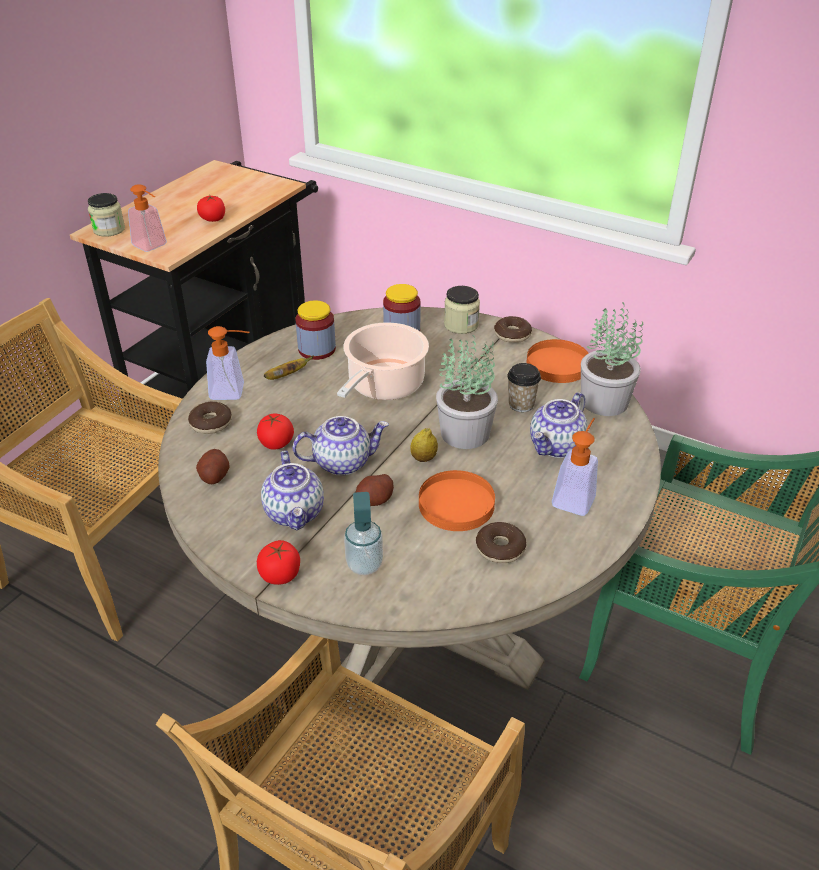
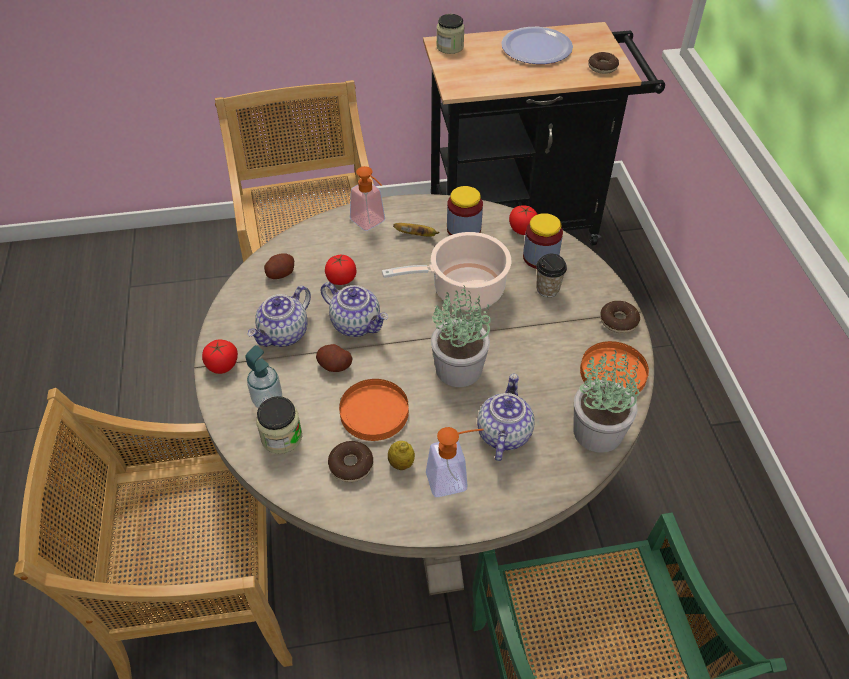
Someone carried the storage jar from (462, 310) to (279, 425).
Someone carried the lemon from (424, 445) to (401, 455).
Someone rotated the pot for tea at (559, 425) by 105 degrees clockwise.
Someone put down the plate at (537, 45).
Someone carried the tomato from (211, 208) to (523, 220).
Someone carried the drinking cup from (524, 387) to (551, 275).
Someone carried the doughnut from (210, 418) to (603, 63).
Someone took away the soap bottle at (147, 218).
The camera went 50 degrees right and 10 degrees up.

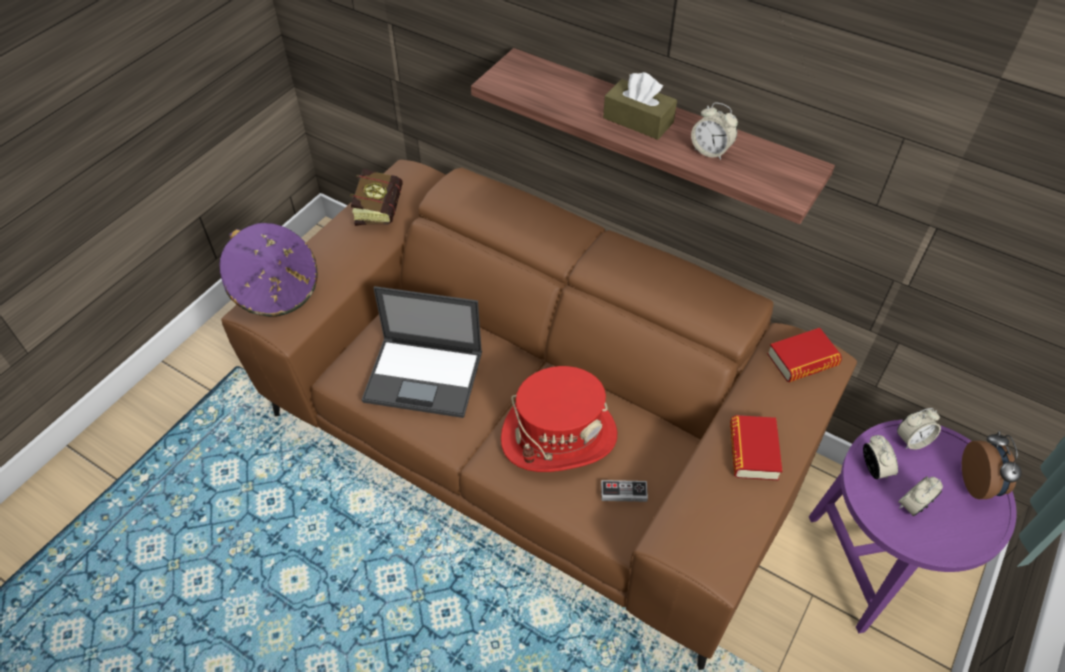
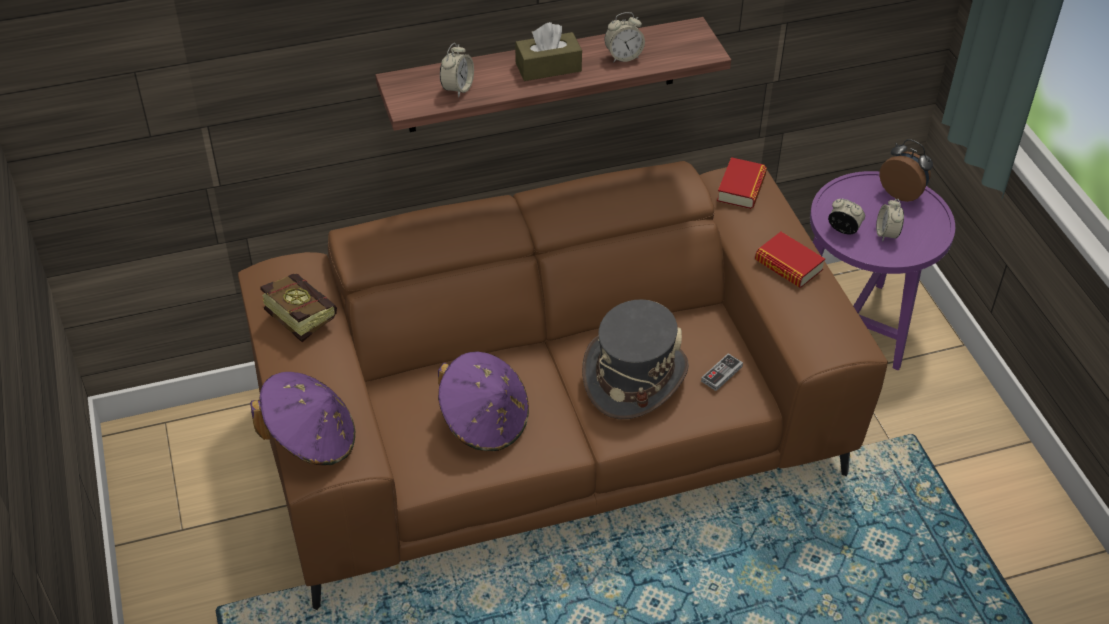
Someone swapped the notebook computer at (422, 352) for the clothing hat in purple at (483, 401).
Someone carried the alarm clock from (919, 429) to (457, 70).
Someone repainted the clothing hat in reddish at (559, 419), which became the clothing hat in gray at (635, 359).
The camera went 50 degrees left and 5 degrees down.

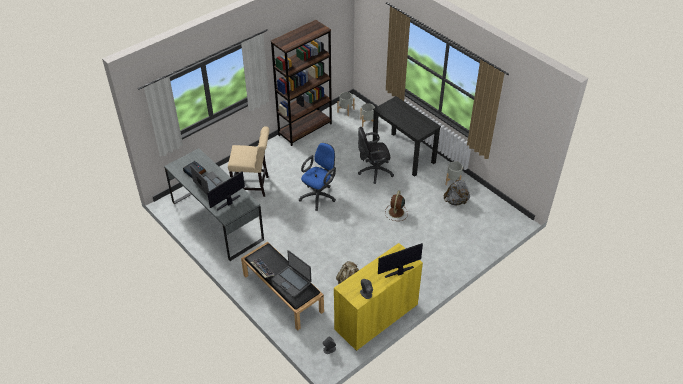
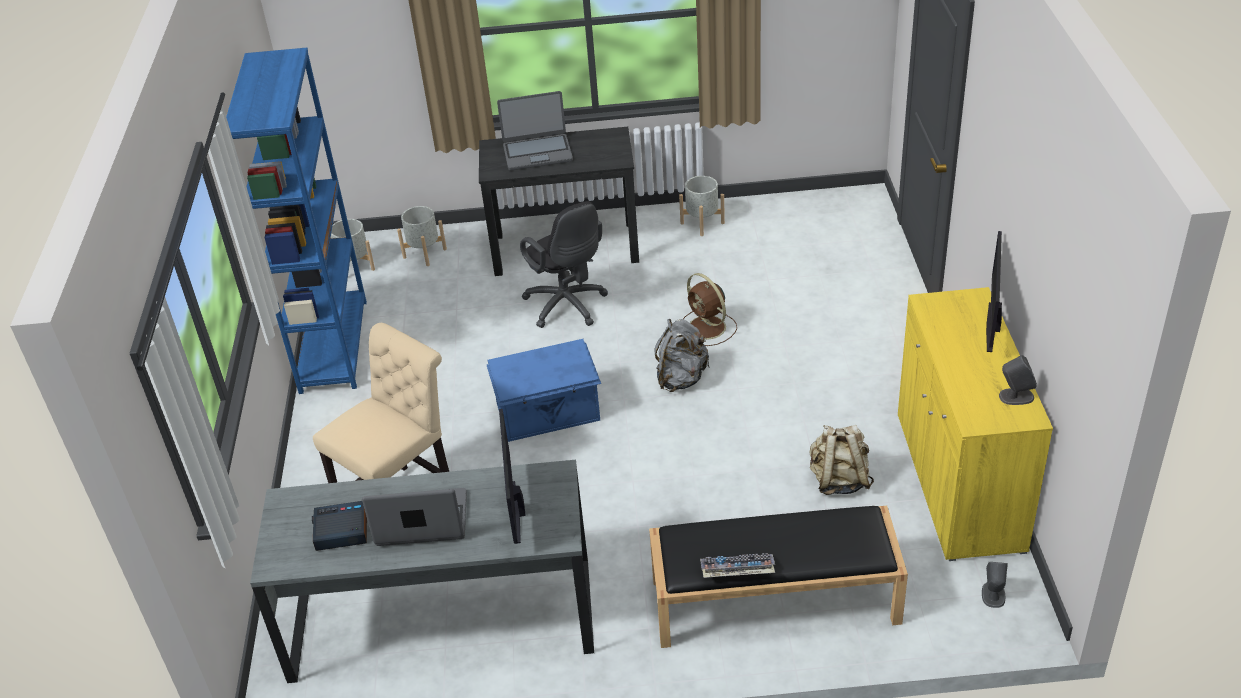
Someone repainted the shelving unit in brownish at (301, 83), which became the shelving unit in blue at (296, 221).
Someone swapped the office chair in blue at (317, 177) for the storage container in blue at (544, 390).
Someone carried the notebook computer from (291, 273) to (535, 131).
Someone rotated the office chair in black at (376, 155) by 60 degrees counterclockwise.
Someone carried the knapsack in gray from (457, 191) to (681, 355).
The camera went 50 degrees left and 5 degrees down.

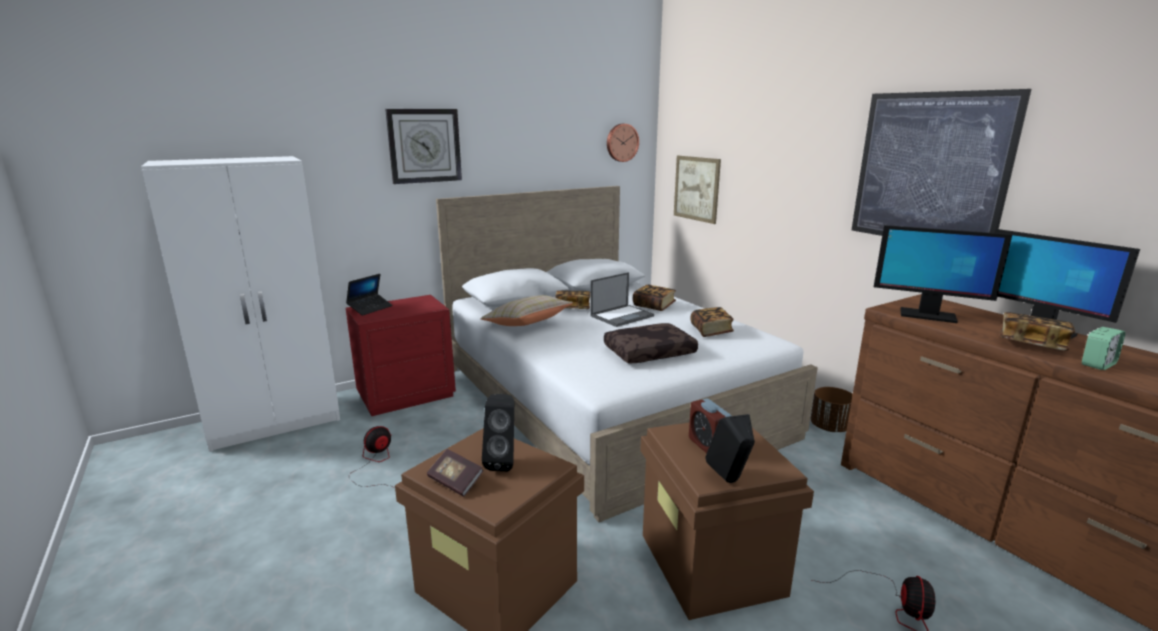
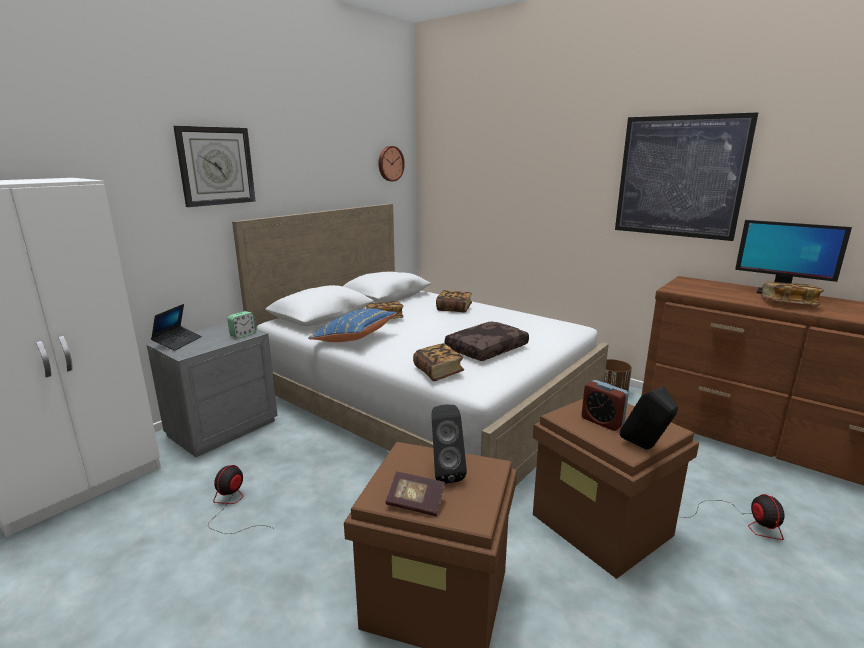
Someone repainted the night table in reddish at (401, 355), which became the night table in gray at (212, 390).
Someone carried the alarm clock from (1103, 348) to (242, 324).
Someone repainted the throw pillow in beige at (526, 310), which became the throw pillow in blue at (352, 325).
Someone carried the book from (712, 322) to (438, 362).
Someone took away the notebook computer at (622, 299).
Someone took away the wall art at (697, 190).
Someone took away the computer screen at (943, 274).
The camera went 20 degrees left and 0 degrees up.

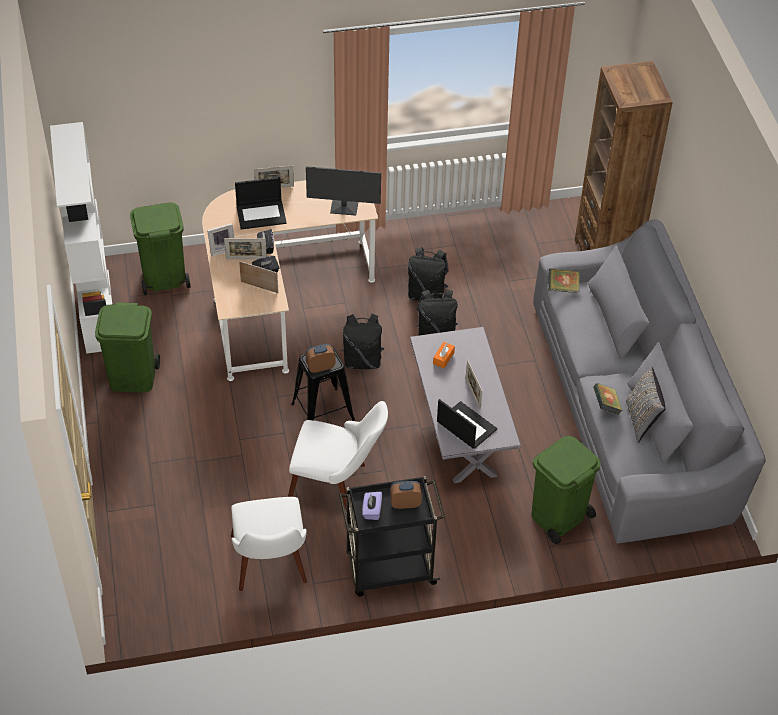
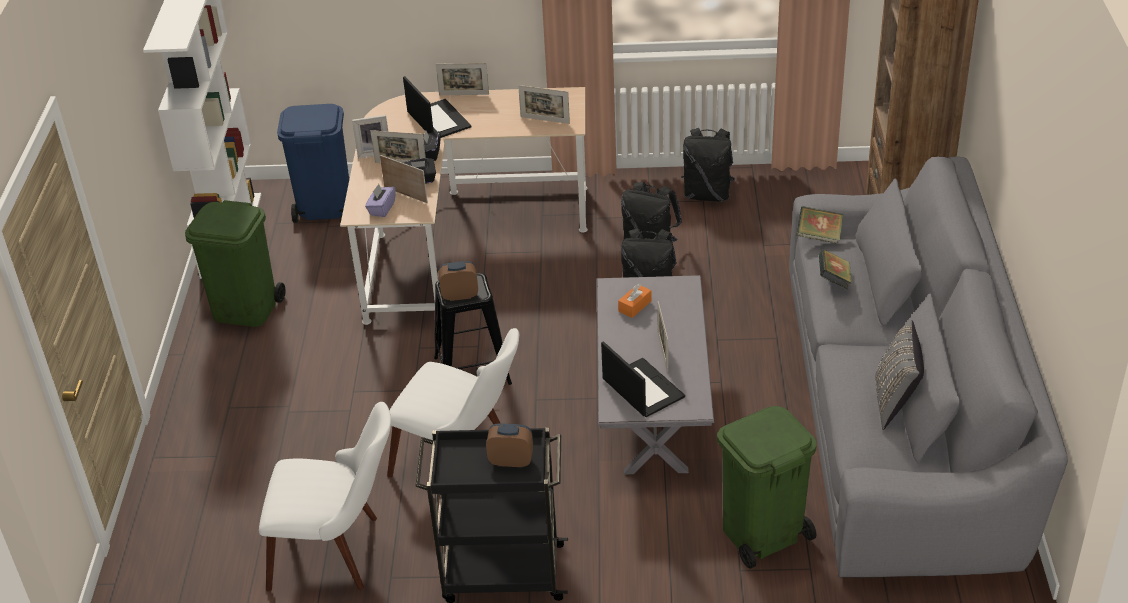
Someone rotated the chair in white-coloured at (269, 544) by 90 degrees counterclockwise.
Someone repainted the waste bin in greenish at (160, 249), which became the waste bin in blue at (313, 163).
Someone carried the box of tissues in purple from (372, 506) to (380, 200).
Someone rotated the notebook computer at (261, 203) by 120 degrees counterclockwise.
Someone swapped the computer screen at (343, 191) for the picture frame at (544, 104).
Someone carried the knapsack in black from (363, 341) to (708, 165).
Someone carried the book from (607, 399) to (835, 269).
The camera went 15 degrees right and 10 degrees down.

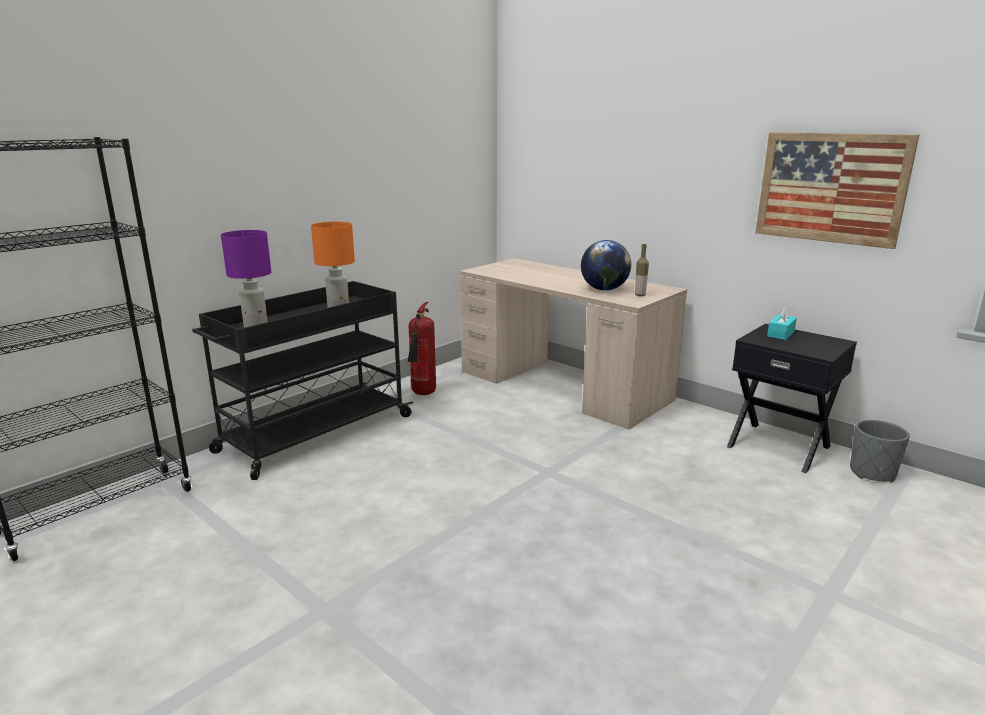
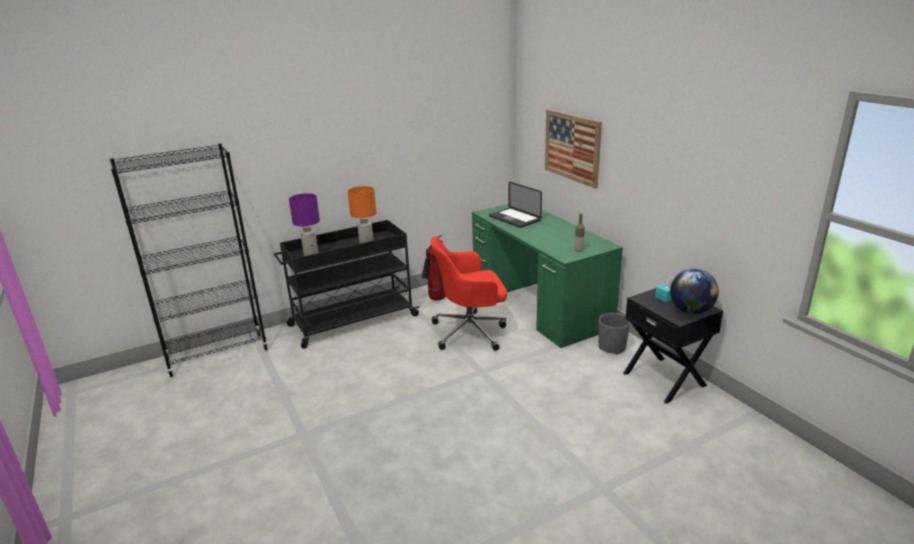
Someone put down the office chair in reddish at (469, 293).
Someone repainted the desk table in beige at (573, 343), which became the desk table in greenish at (547, 276).
Someone put down the notebook computer at (515, 205).
Someone carried the wall art from (837, 190) to (573, 149).
Someone carried the planter in gray from (880, 451) to (614, 333).
Someone carried the globe from (606, 265) to (694, 291).
The camera went 20 degrees right and 5 degrees up.

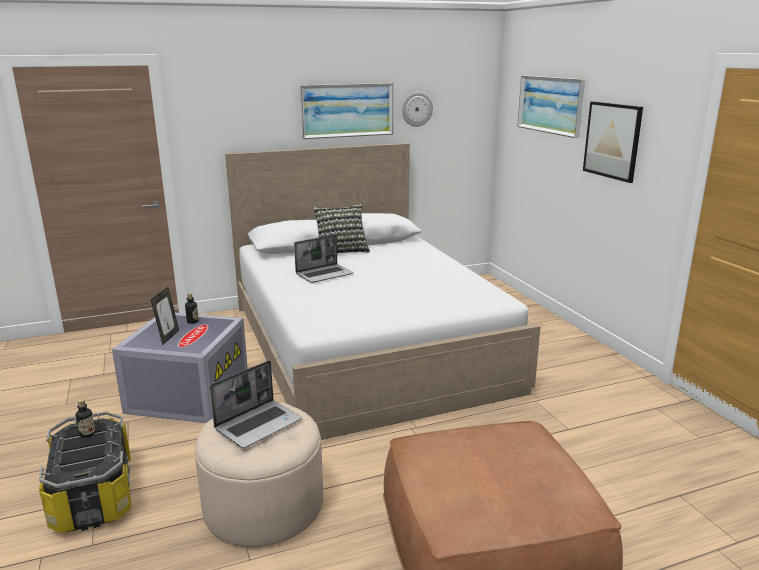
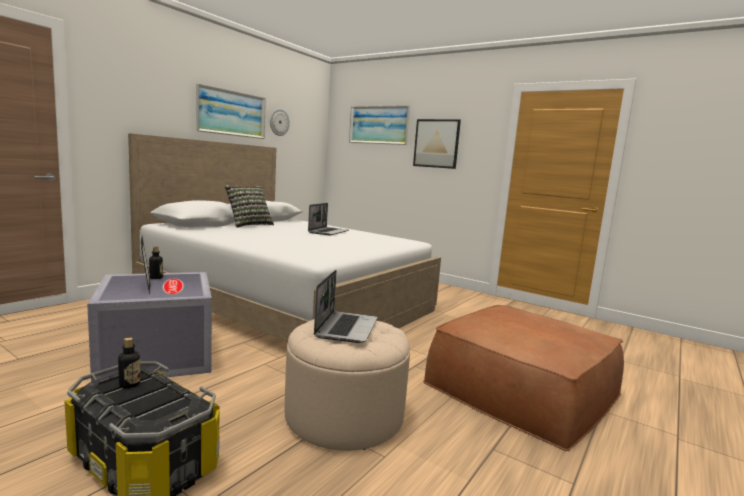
Someone carried the notebook computer from (323, 259) to (328, 219).
The camera went 35 degrees left and 10 degrees down.

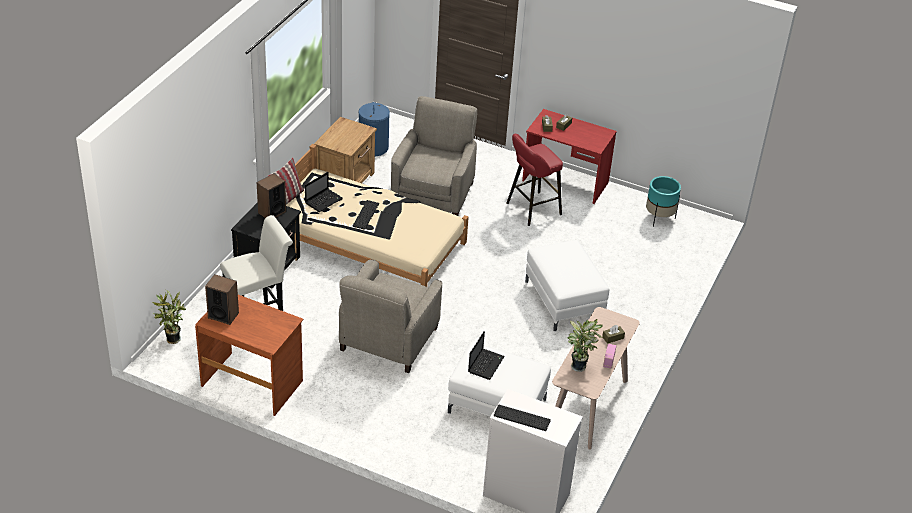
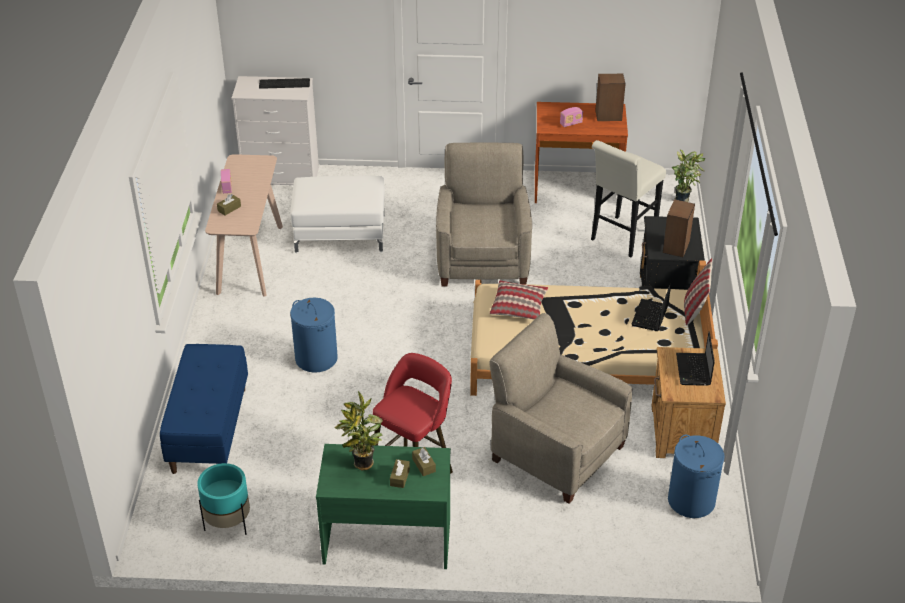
Someone put down the bench in blue at (204, 409).
Someone swapped the footrest in white-coloured at (567, 286) for the hamper in blue at (314, 335).
Someone repainted the desk table in reddish at (569, 156), which became the desk table in greenish at (383, 506).
Someone carried the houseplant from (586, 345) to (358, 431).
Someone rotated the easy chair in beige at (434, 156) by 135 degrees clockwise.
Someone put down the throw pillow at (519, 300).
Someone put down the radio receiver at (571, 117).
Someone carried the notebook computer from (486, 355) to (695, 358).
Someone took away the PC keyboard at (366, 215).
The camera went 160 degrees right and 0 degrees up.

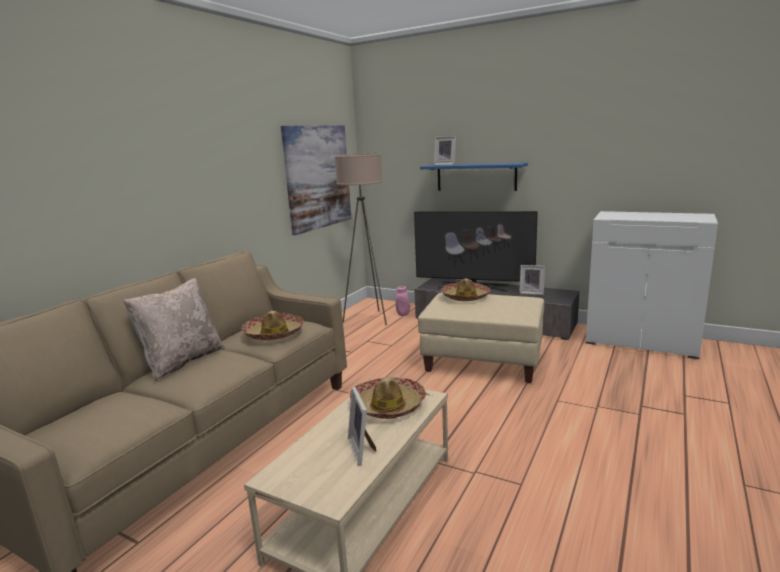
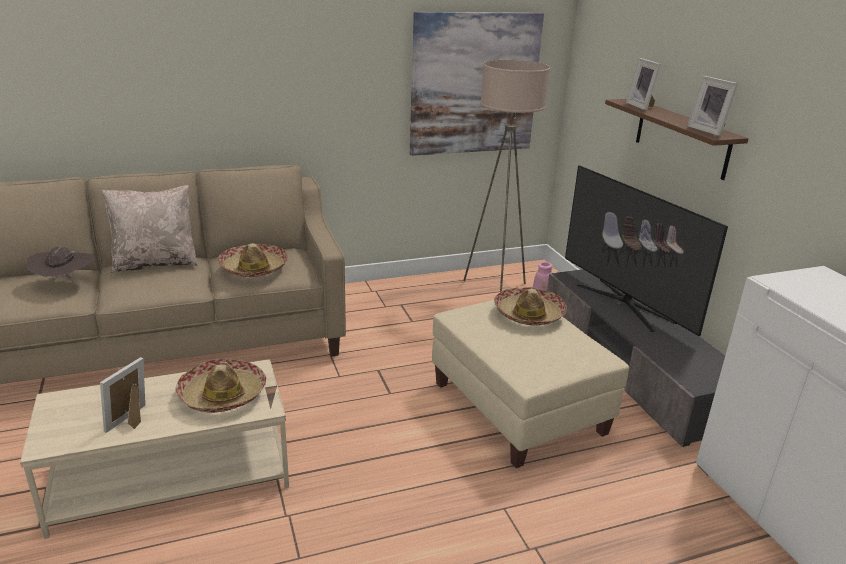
Someone put down the clothing hat in brownish at (60, 265).
Someone repainted the bracket shelf in blue at (474, 177), which became the bracket shelf in brownish at (677, 139).
Someone carried the picture frame from (532, 280) to (712, 106).
The camera went 40 degrees right and 10 degrees up.

